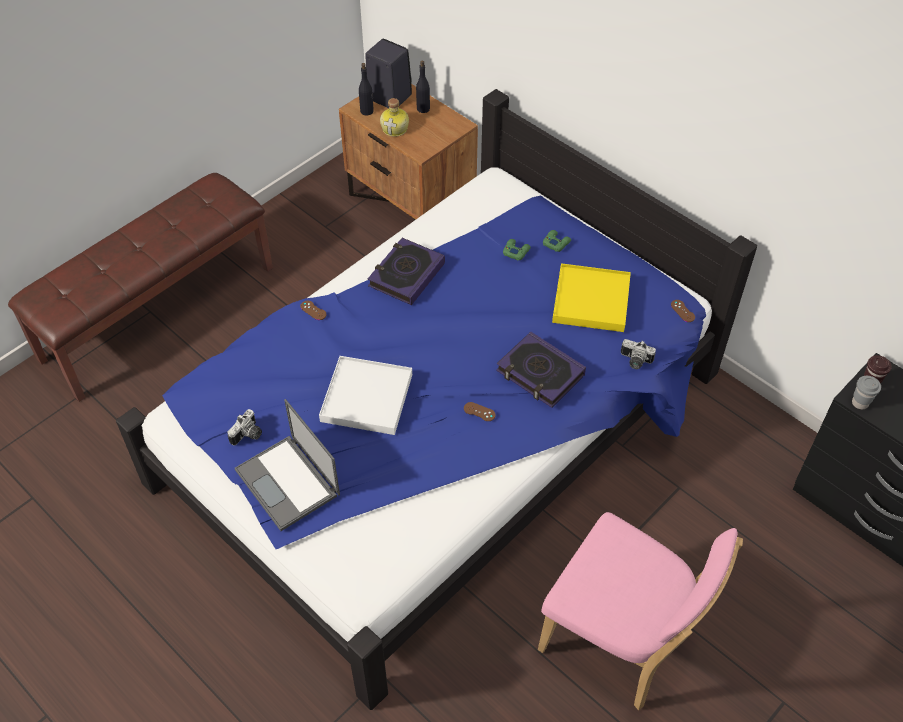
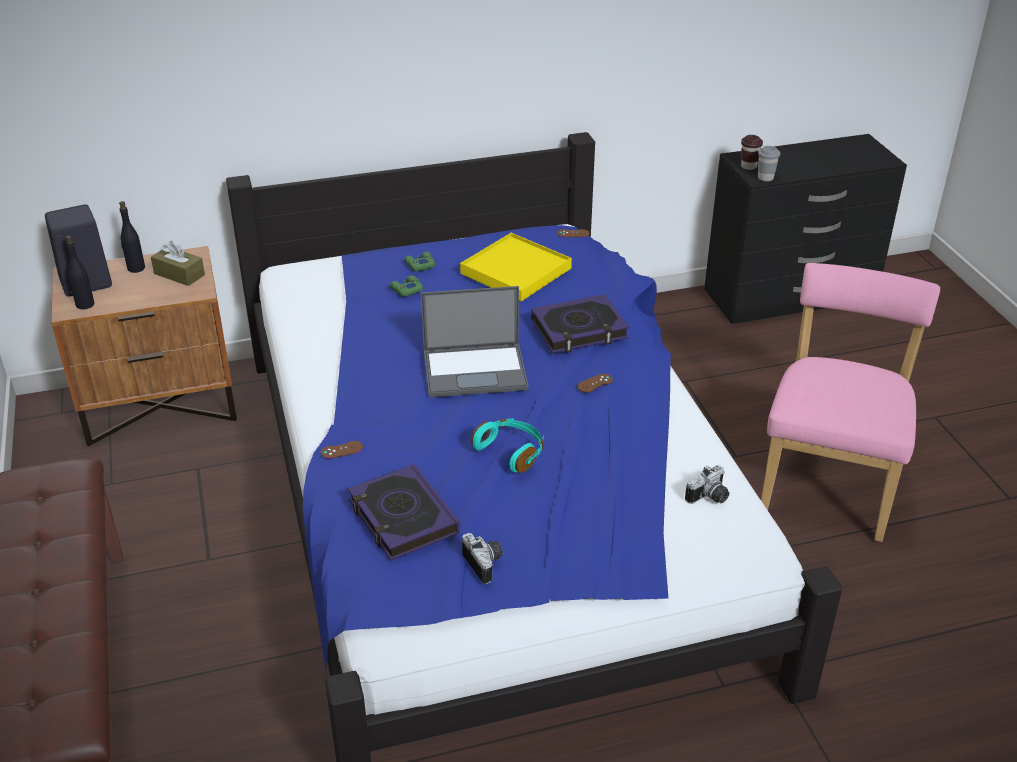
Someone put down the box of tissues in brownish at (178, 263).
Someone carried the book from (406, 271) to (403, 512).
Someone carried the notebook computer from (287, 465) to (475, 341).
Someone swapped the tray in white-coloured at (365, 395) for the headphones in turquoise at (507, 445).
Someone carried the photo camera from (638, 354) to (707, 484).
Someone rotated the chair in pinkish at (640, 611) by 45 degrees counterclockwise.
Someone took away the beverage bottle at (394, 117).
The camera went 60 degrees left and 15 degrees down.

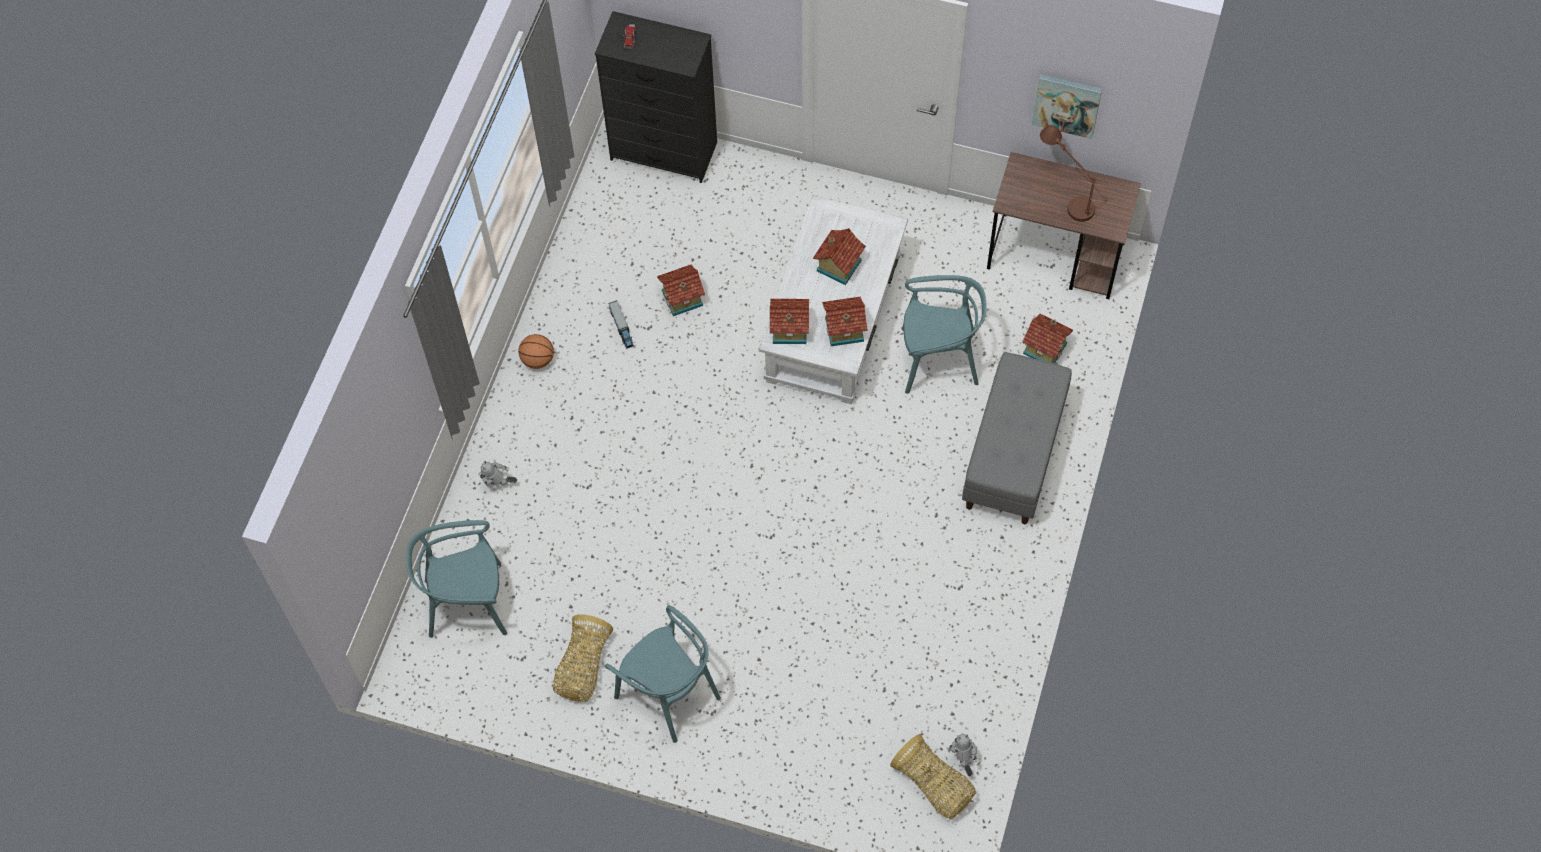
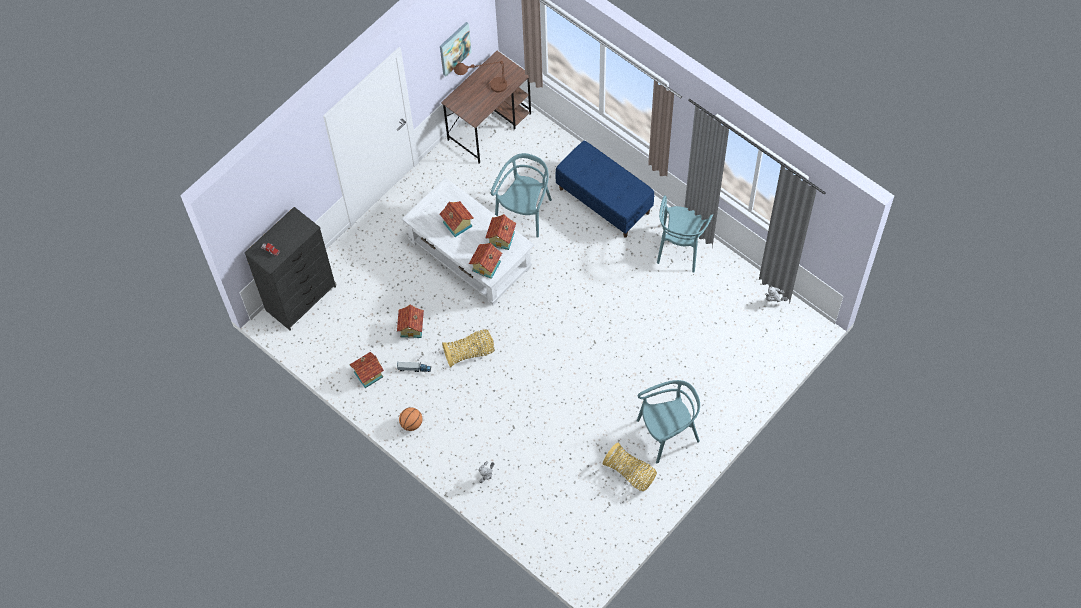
Someone carried the toy house from (1047, 339) to (367, 370).
Someone carried the basket from (933, 776) to (468, 348).
Someone repainted the bench in gray at (1017, 438), which became the bench in blue at (604, 189).
Someone carried the chair in turquoise from (457, 579) to (685, 234).
The camera went 65 degrees left and 0 degrees up.

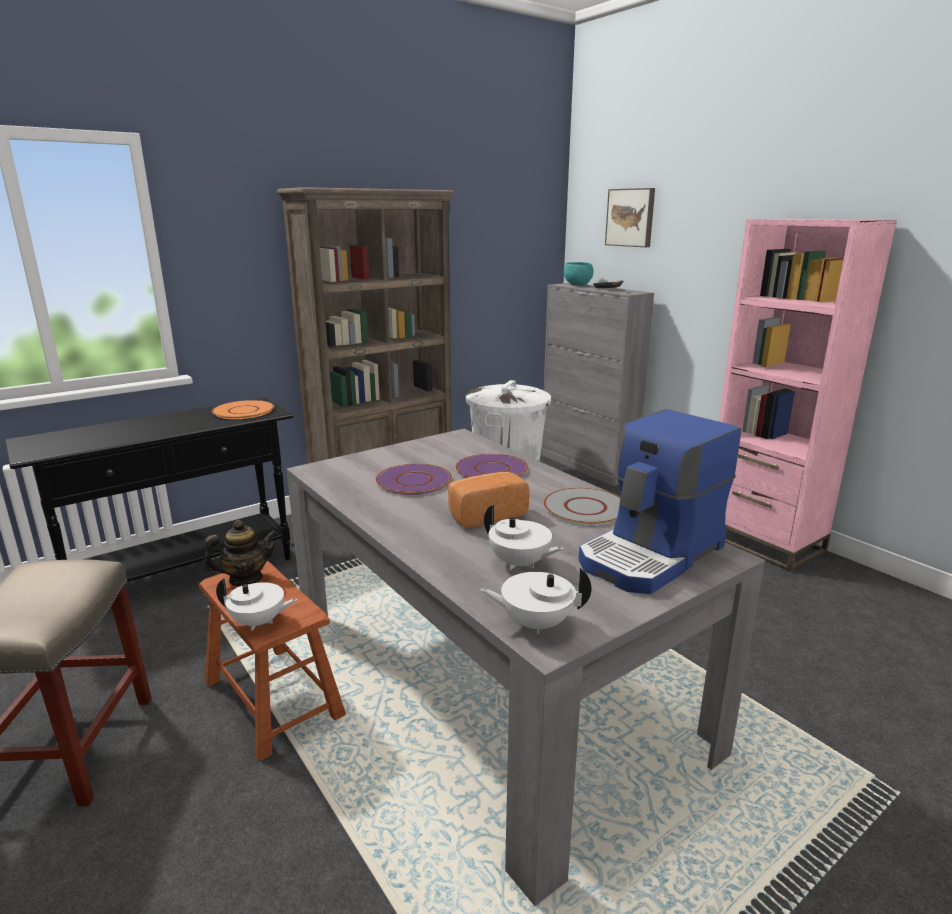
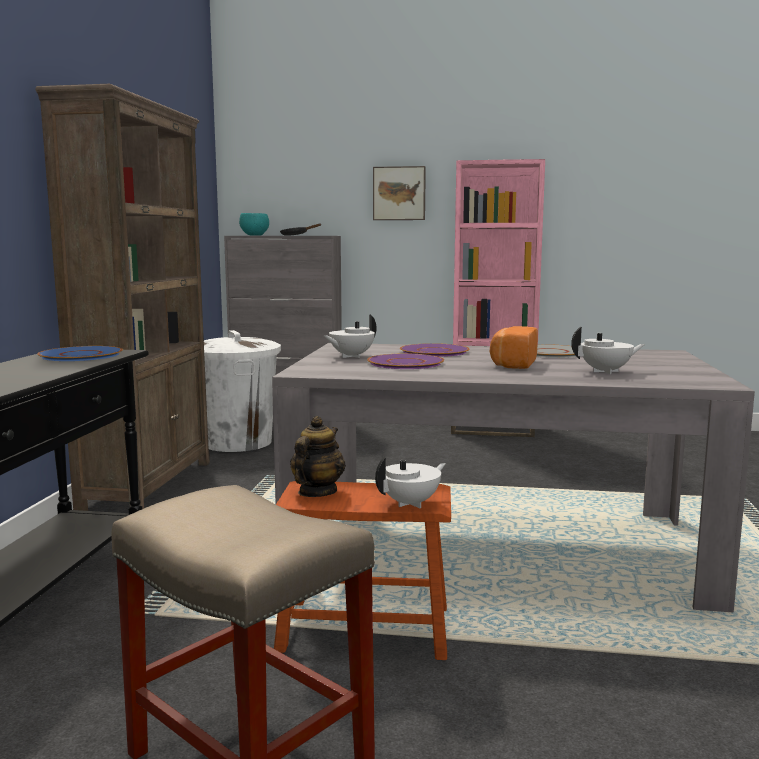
Someone repainted the plate in orange at (243, 409), which became the plate in blue at (80, 353).
Someone carried the pot for tea in white-coloured from (535, 601) to (350, 336).
Someone carried the wall art from (630, 217) to (399, 193).
Someone took away the coffee maker at (660, 501).
The camera went 45 degrees left and 10 degrees down.

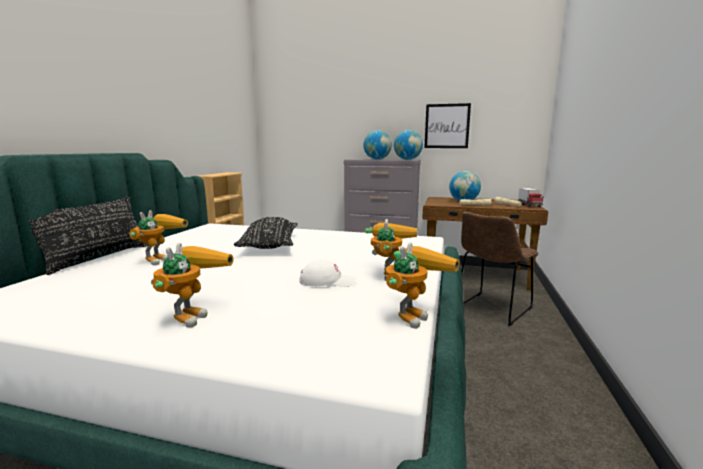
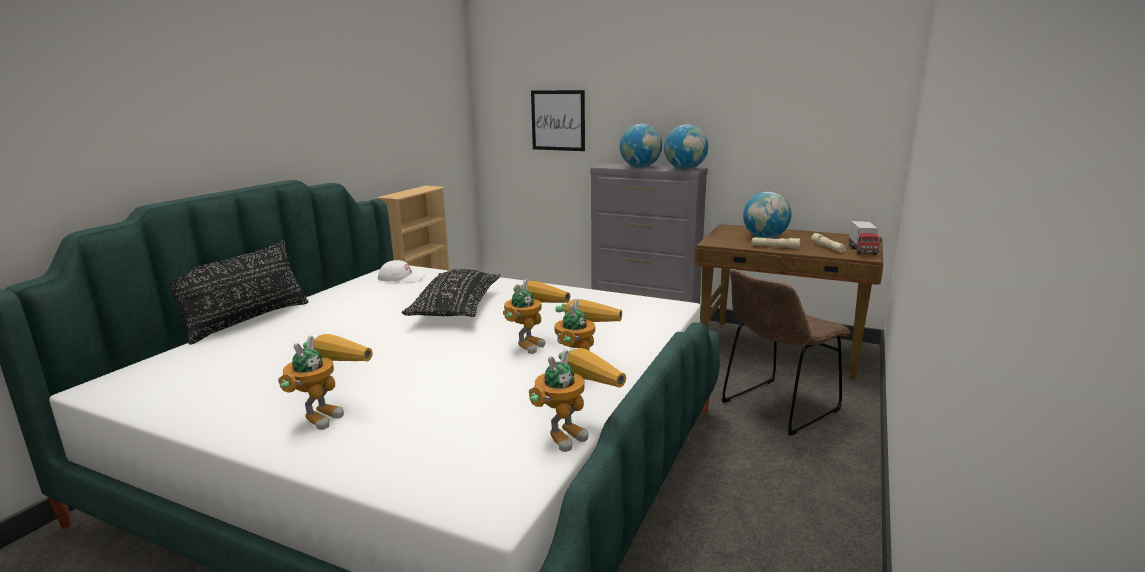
Someone carried the peaked cap in white-coloured from (327, 273) to (401, 271).
Someone carried the model robot from (158, 237) to (536, 316).
Someone carried the wall art from (447, 125) to (558, 120).
The camera went 10 degrees right and 5 degrees up.

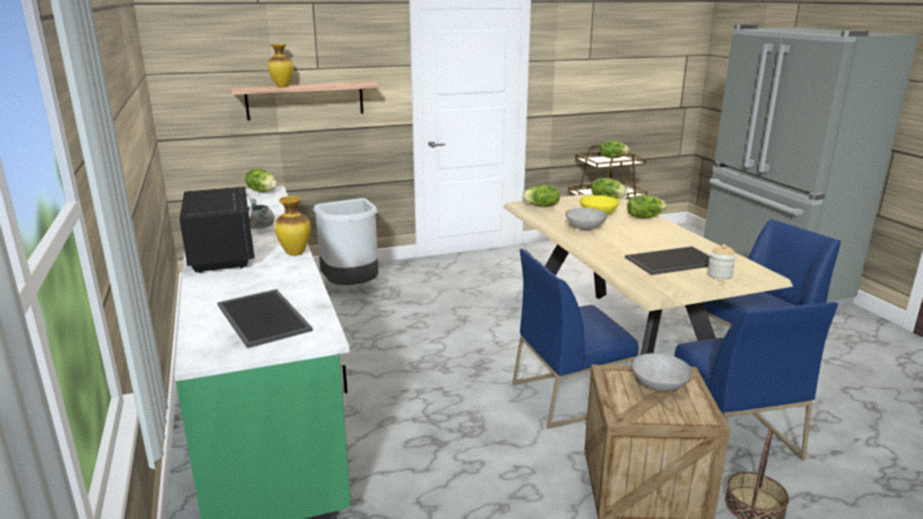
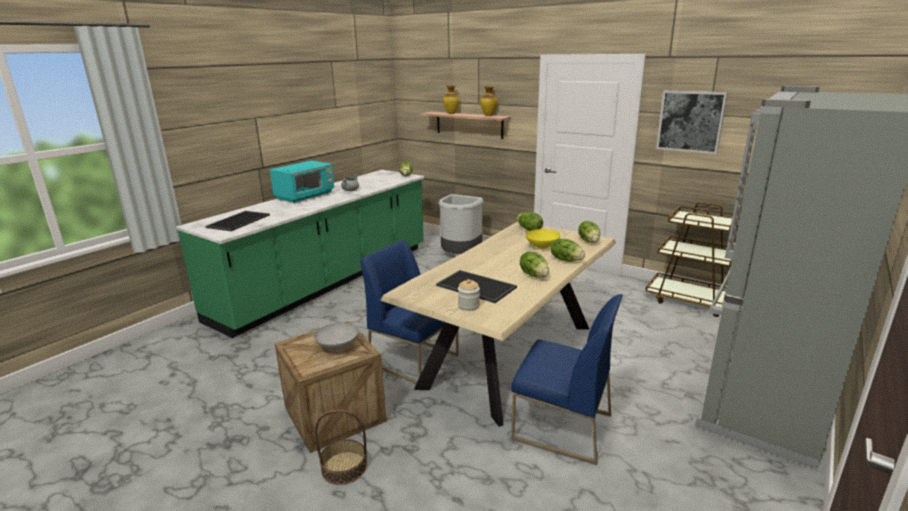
Someone repainted the microwave oven in black at (217, 230), which became the microwave oven in turquoise at (302, 182).
Someone carried the vase from (292, 226) to (489, 101).
Someone carried the lettuce from (615, 149) to (534, 264).
Someone put up the wall art at (692, 122).
Someone took away the serving bowl in gray at (586, 219).
Someone took away the chair in blue at (756, 387).
The camera went 55 degrees right and 0 degrees up.

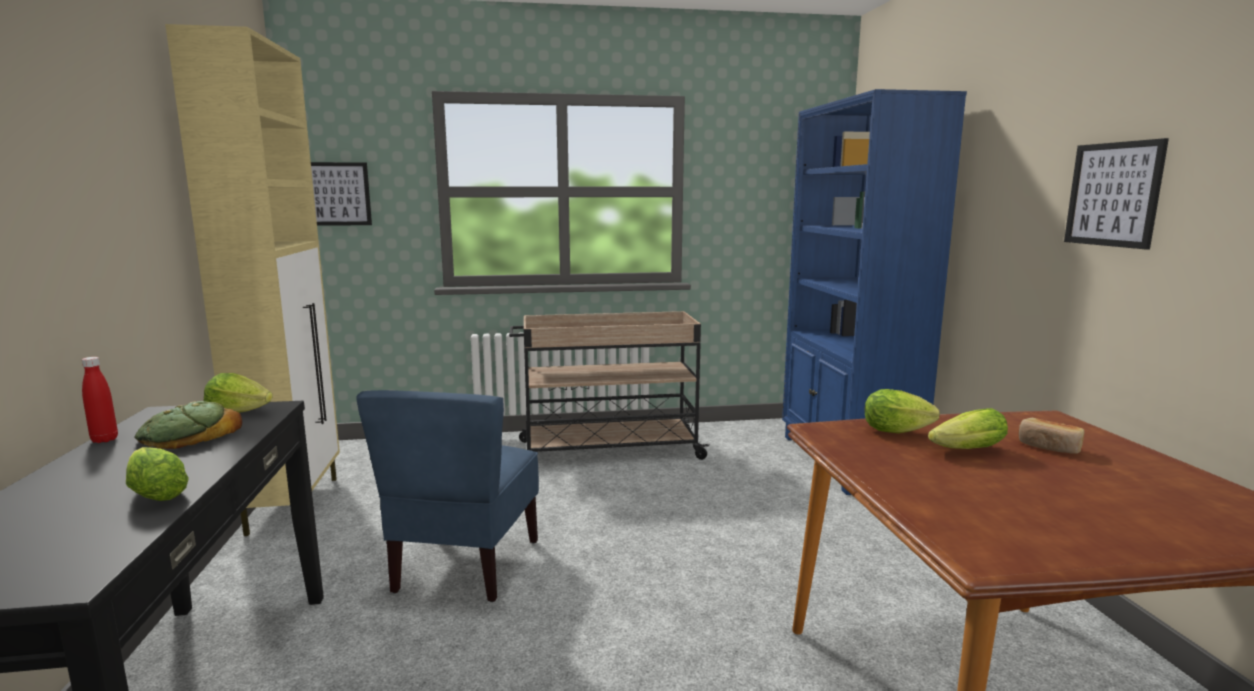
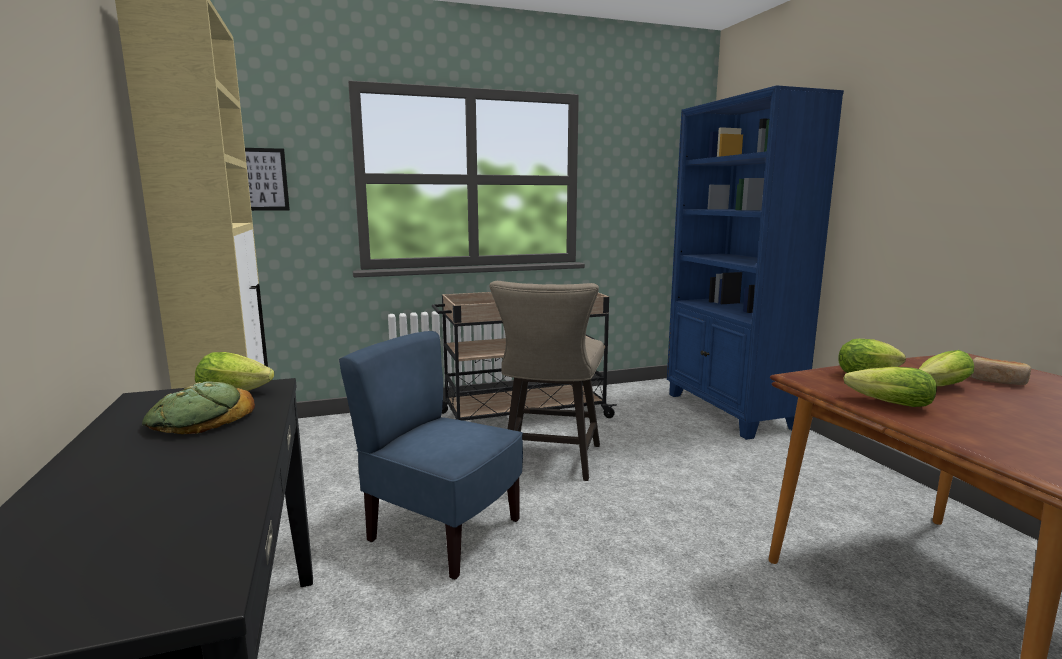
Someone rotated the chair in blue at (447, 496) by 120 degrees clockwise.
Someone put down the stool in beige at (546, 381).
Someone carried the lettuce from (157, 474) to (890, 387).
Someone took away the beverage bottle in reddish at (100, 400).
Someone took away the wall art at (1116, 194).
The camera went 10 degrees left and 0 degrees up.

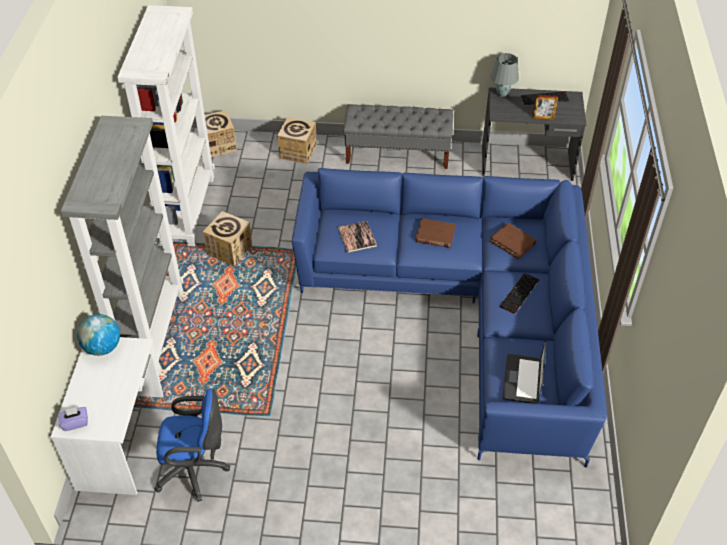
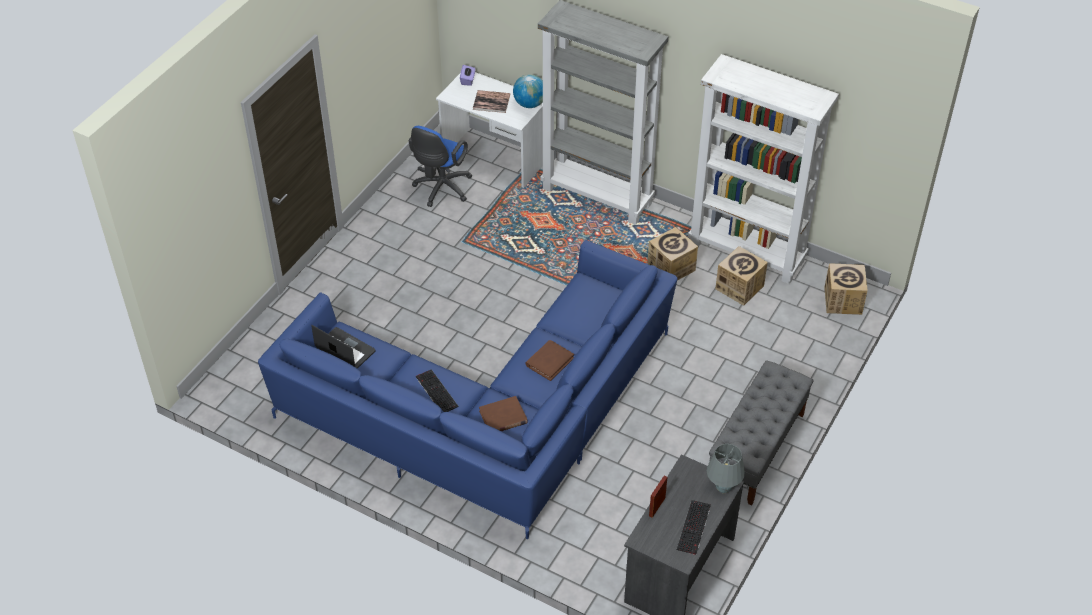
Someone carried the book from (357, 237) to (491, 101).
Someone carried the cardboard box from (297, 140) to (741, 276).
The camera went 115 degrees right and 0 degrees up.

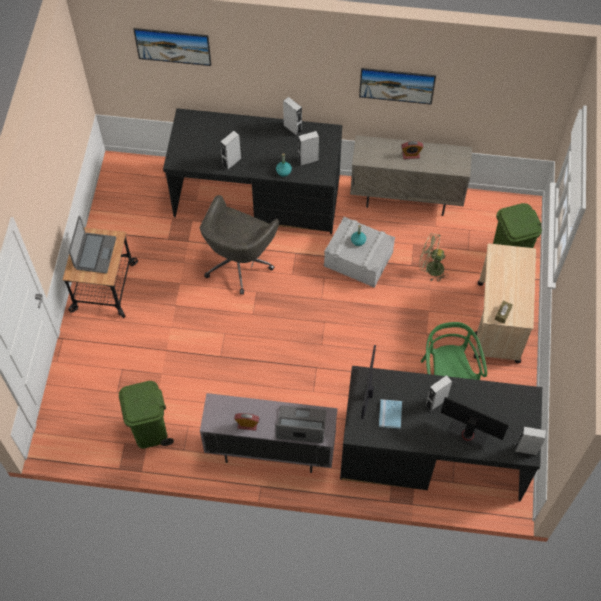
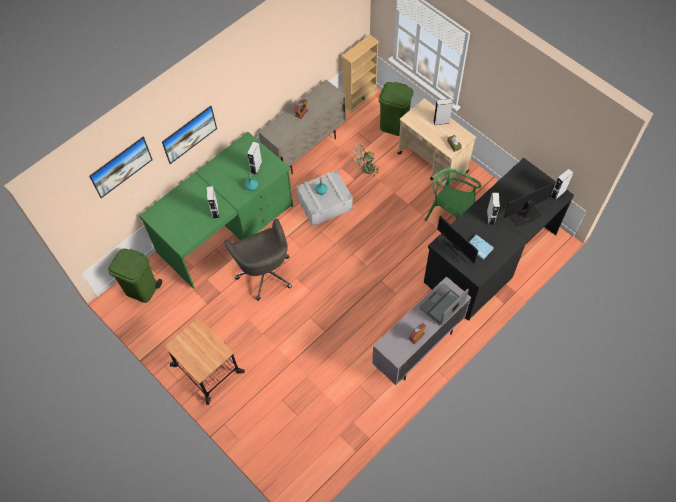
Someone carried the waste bin in greenish from (146, 415) to (135, 275).
Someone repainted the desk table in black at (252, 171), which became the desk table in greenish at (216, 210).
Someone carried the wall art from (397, 86) to (189, 135).
Someone put down the shelving unit in beige at (360, 73).
Someone carried the loudspeaker in gray from (292, 116) to (443, 112).
Someone took away the notebook computer at (92, 244).
The camera went 50 degrees left and 0 degrees up.

